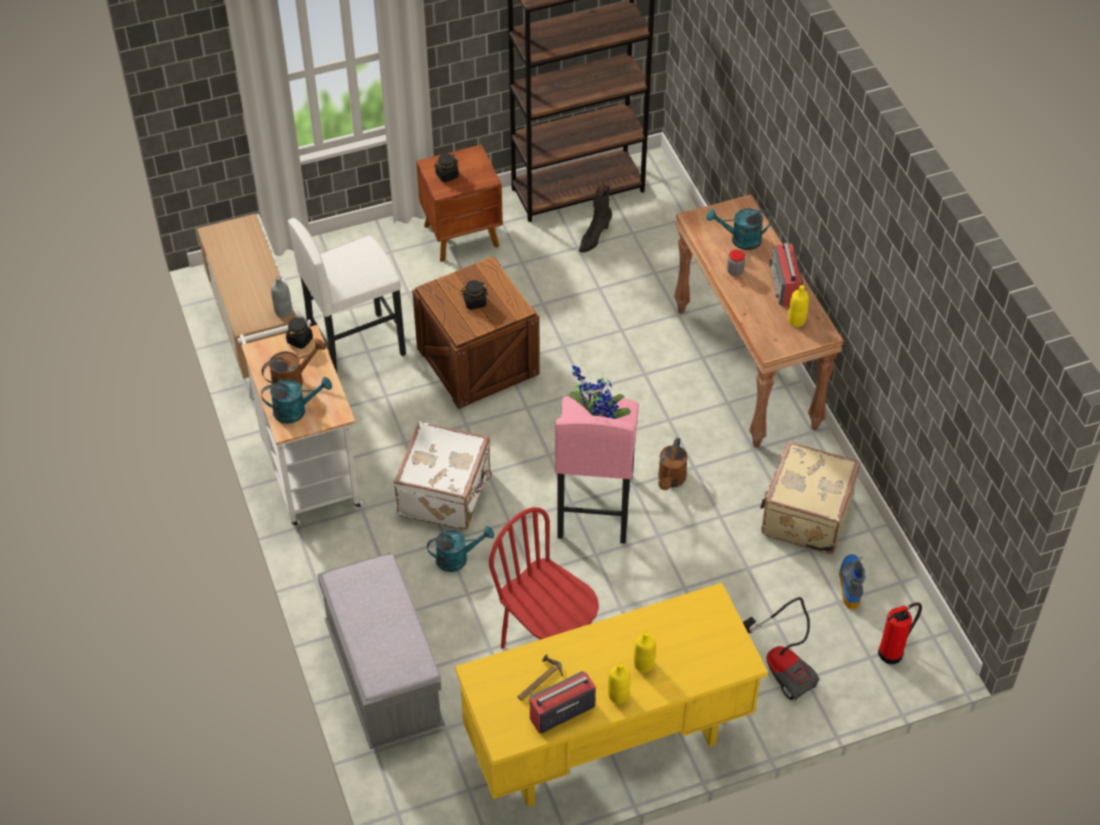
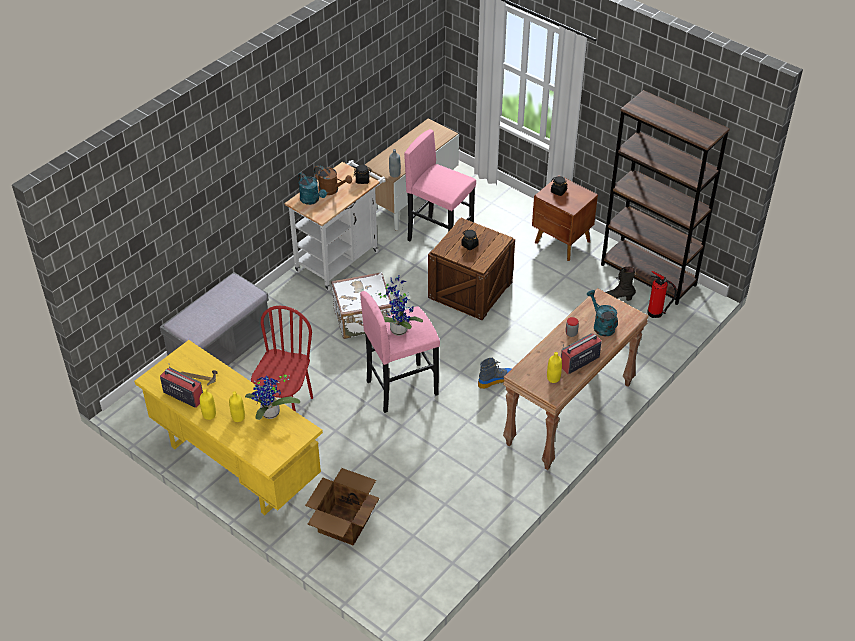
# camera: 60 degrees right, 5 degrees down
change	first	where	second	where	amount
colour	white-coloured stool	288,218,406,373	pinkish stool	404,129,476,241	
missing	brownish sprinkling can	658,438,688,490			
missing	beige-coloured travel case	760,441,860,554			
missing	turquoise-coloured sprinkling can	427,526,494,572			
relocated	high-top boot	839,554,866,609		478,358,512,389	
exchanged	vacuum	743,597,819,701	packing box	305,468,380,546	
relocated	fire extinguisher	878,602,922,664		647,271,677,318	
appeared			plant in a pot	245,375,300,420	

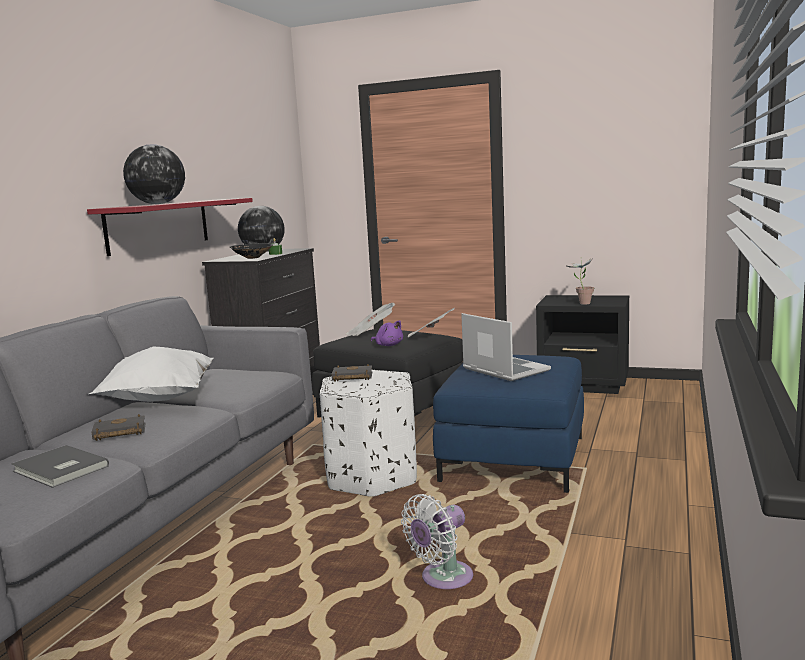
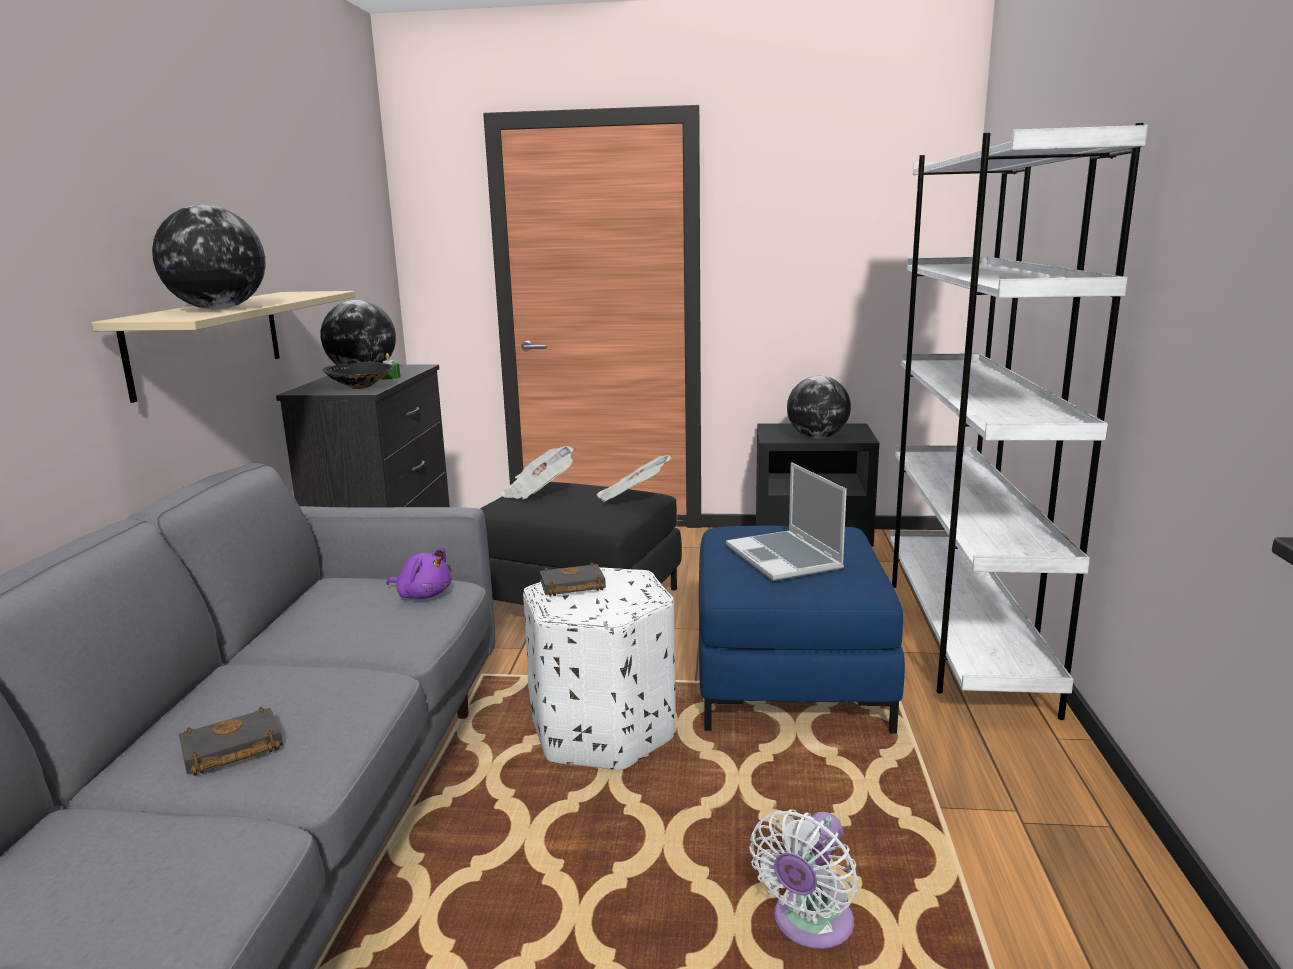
# camera: 15 degrees left, 5 degrees up
change	first	where	second	where	amount
colour	red-coloured shelf	87,198,253,256	beige-coloured shelf	92,291,355,403	
exchanged	plant in a pot	565,257,594,305	world globe	787,376,851,439	
spun	portable computer	461,313,551,381		726,462,847,581	150 degrees counterclockwise
relocated	purple soft toy	371,320,403,346		387,548,451,599	
missing	white-coloured cushion	89,347,213,402			
missing	grey book	12,445,109,488			
appeared			white-coloured bookshelf	890,123,1148,720	

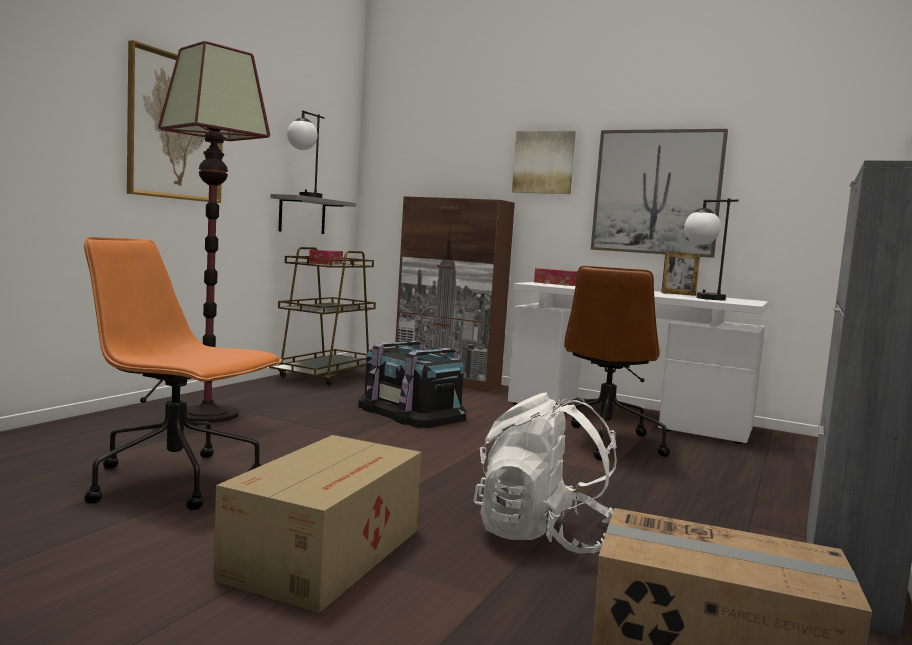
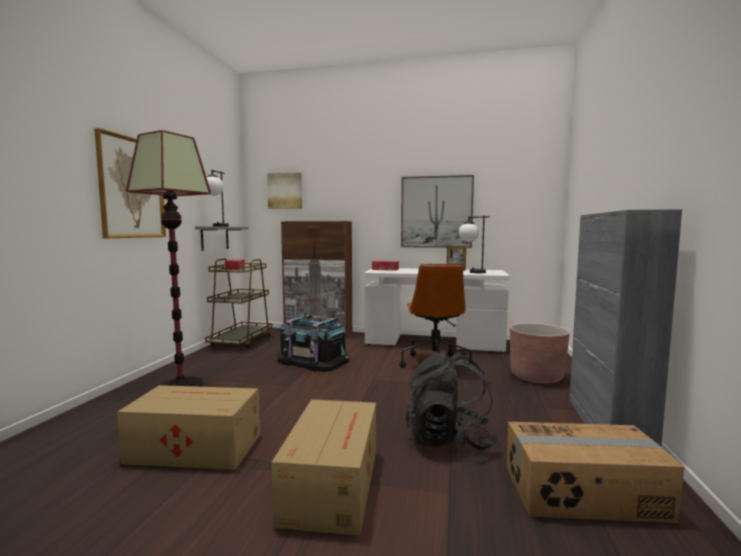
# camera: 15 degrees left, 0 degrees up
change	first	where	second	where	amount
relocated	picture	512,131,576,194		267,172,302,209	
exchanged	orangey desk chair	84,237,282,510	packing box	117,385,260,470	
colour	white-coloured knapsack	474,393,617,554	blackish knapsack	406,353,498,450	
appeared			brownish plant pot	510,323,570,384	

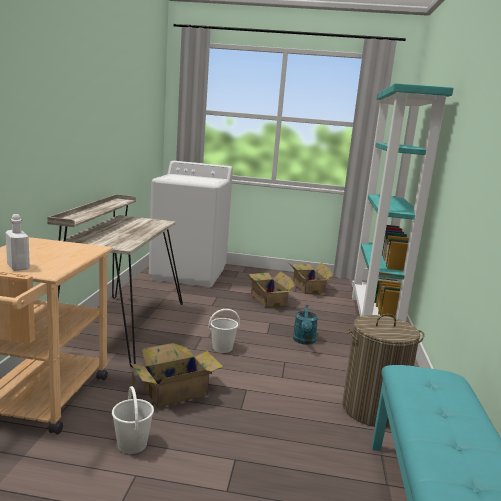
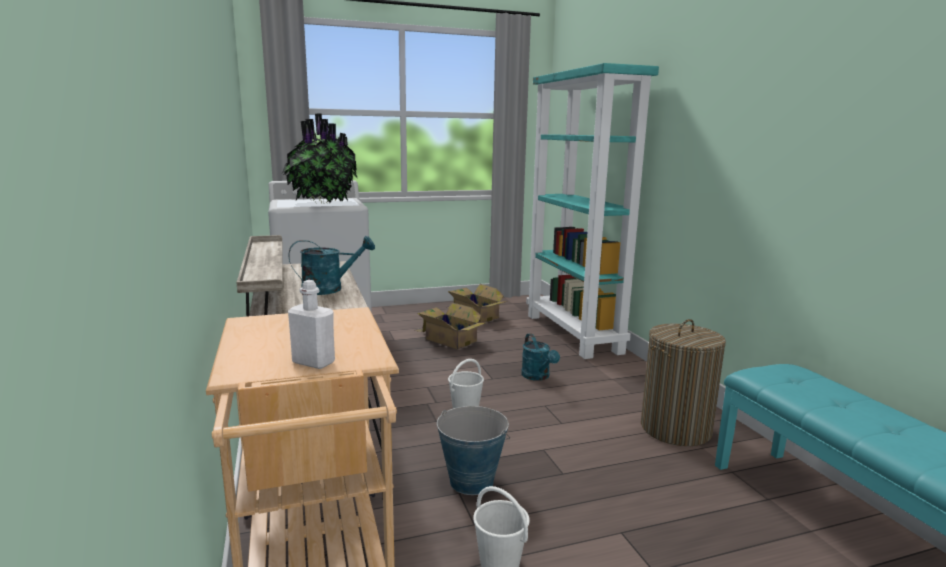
# camera: 25 degrees left, 0 degrees up
change	first	where	second	where	amount
exchanged	packing box	114,343,223,407	water bucket	437,406,510,495	
appeared			plant in a pot	282,113,357,203	
appeared			turquoise-coloured sprinkling can	289,236,375,295	

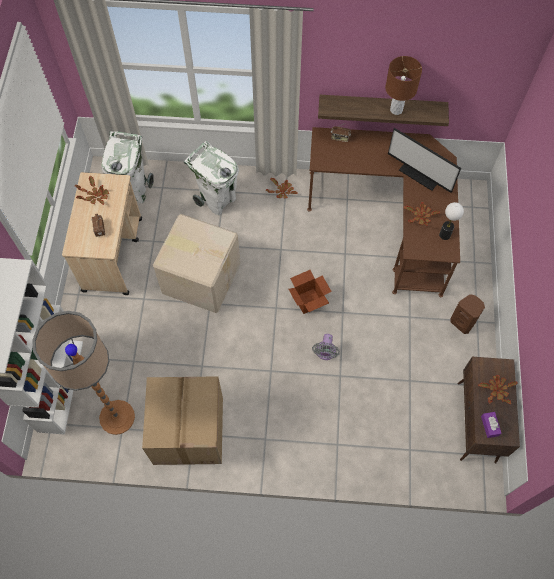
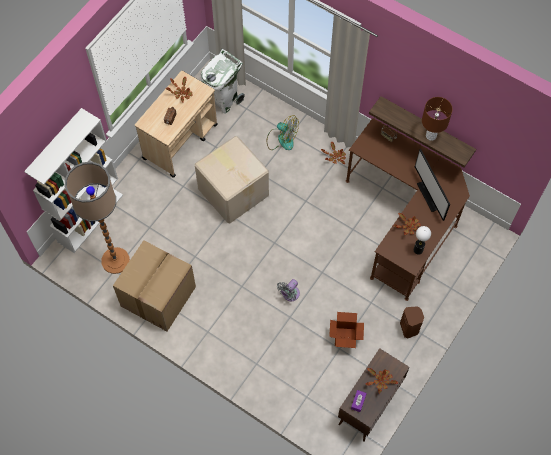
# camera: 30 degrees right, 0 degrees up
change	first	where	second	where	amount
exchanged	white-coloured rubbish bin	184,141,239,215	fan	266,115,299,150	
relocated	packing box	289,270,332,314		329,312,364,348	

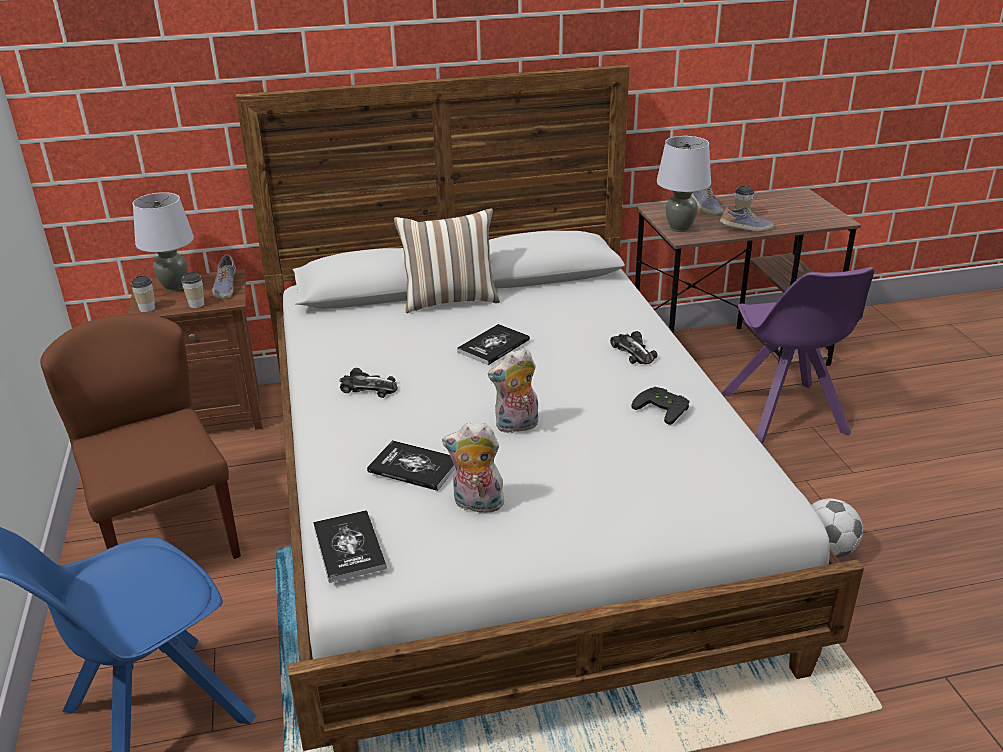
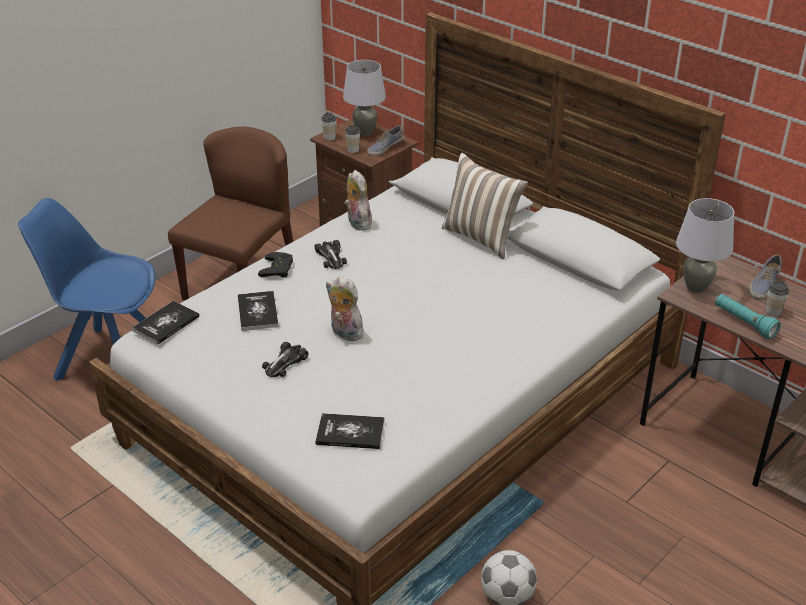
# camera: 55 degrees right, 5 degrees up
change	first	where	second	where	amount
exchanged	item of footwear	720,207,774,232	turquoise-coloured flashlight	715,294,781,339	
missing	purple upright chair	722,267,874,444			
relocated	book	457,324,530,365		315,413,384,449	
relocated	model car	610,331,657,364		262,342,308,377	
relocated	blackish joypad	631,387,690,425		258,252,293,277	
relocated	soft toy	442,423,504,513		344,170,372,230	

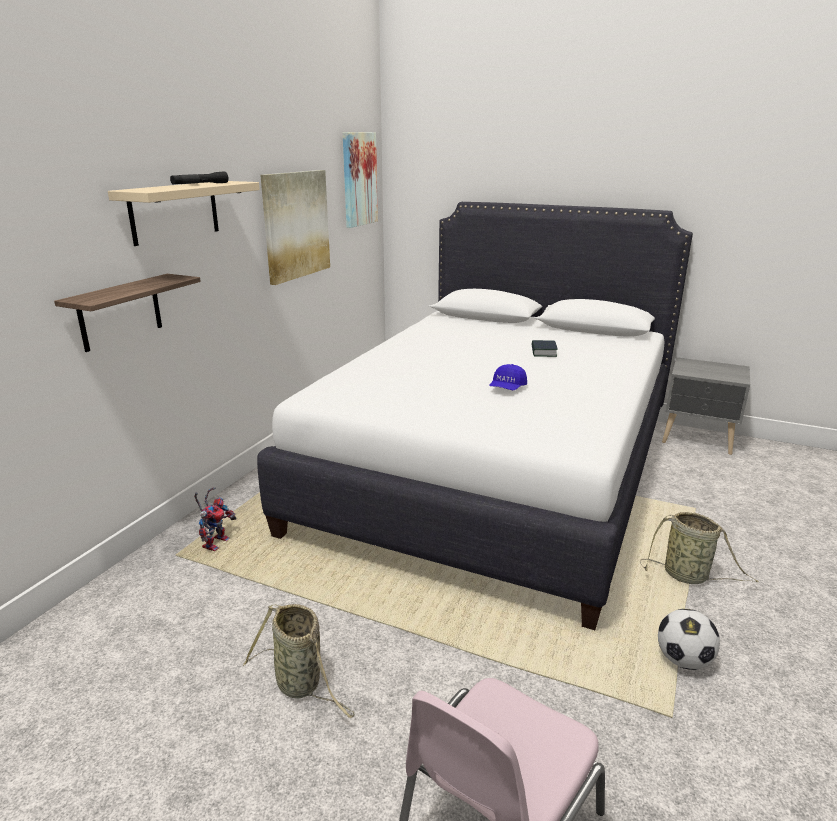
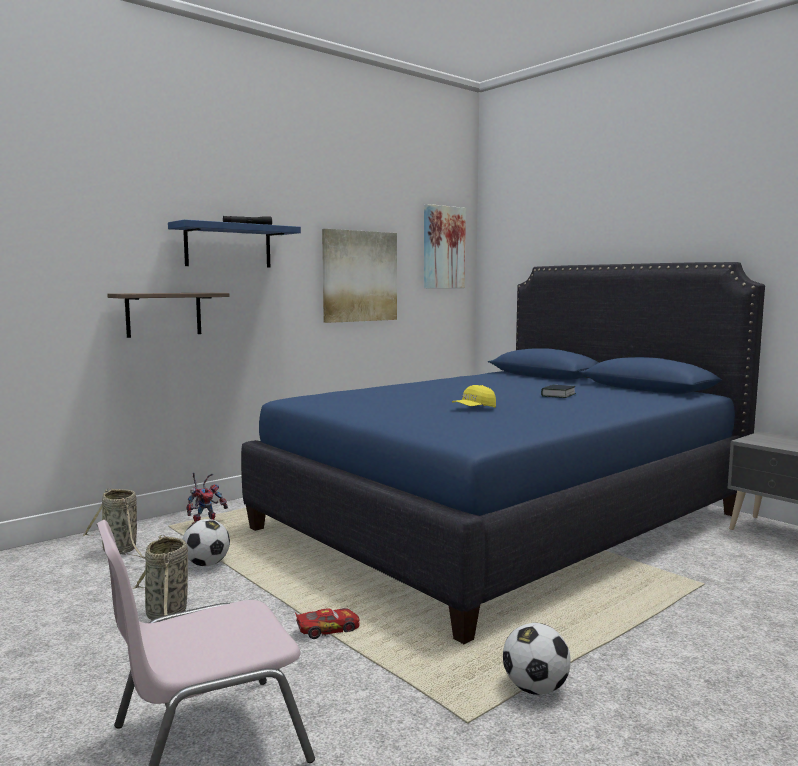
# camera: 25 degrees right, 15 degrees down
change	first	where	second	where	amount
colour	beige-coloured shelf	108,181,260,246	bluish shelf	168,219,301,268	
colour	white-coloured bed	257,202,693,630	bluish bed	241,262,765,644	
colour	bluish cap	489,364,527,390	yellowish cap	452,385,496,408	
relocated	storage basket	640,512,759,584		83,488,145,559	
appeared			football ball	182,519,230,566	
appeared			model car	295,608,360,639	

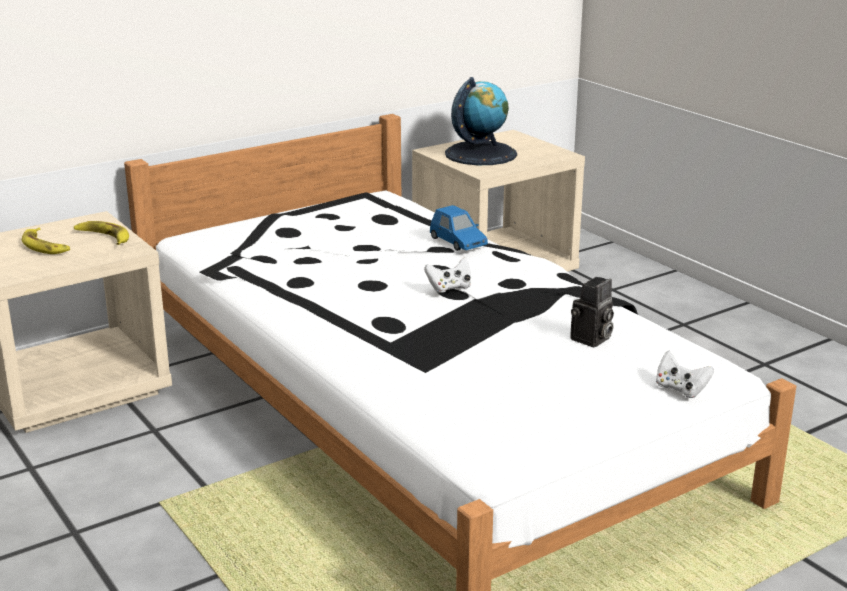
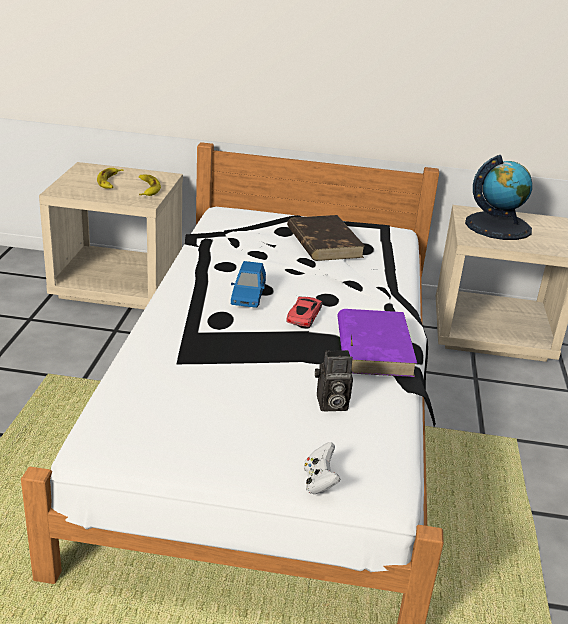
# camera: 40 degrees right, 5 degrees up
change	first	where	second	where	amount
relocated	bluish model car	430,205,488,251		231,261,266,308	
exchanged	white-coloured joypad	424,258,471,293	red-coloured model car	286,297,322,327	
appeared			brownish book	287,215,365,261	
appeared			purple book	337,309,417,377	

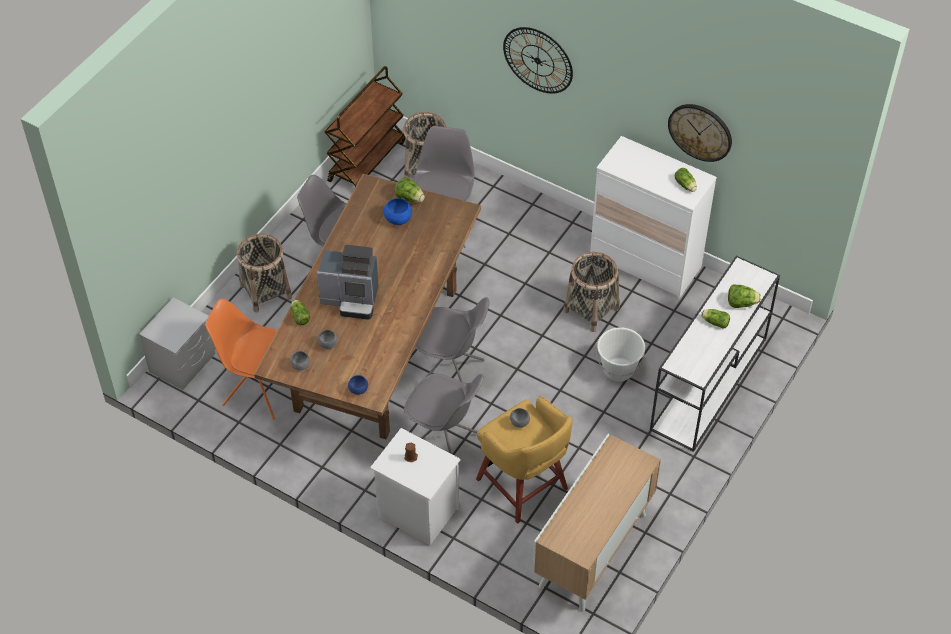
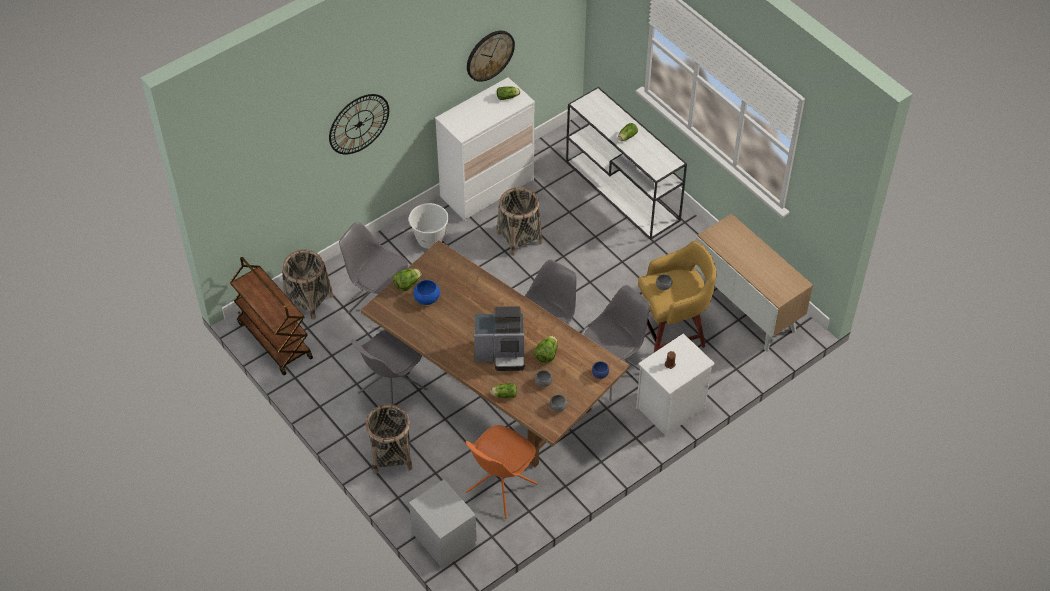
# camera: 70 degrees left, 0 degrees up
change	first	where	second	where	amount
spun	coffee machine	317,245,379,320		474,306,524,371	60 degrees clockwise
relocated	head of lettuce	728,284,761,308		534,336,557,363	
relocated	white-coloured water bucket	596,327,645,382		409,203,449,249	

